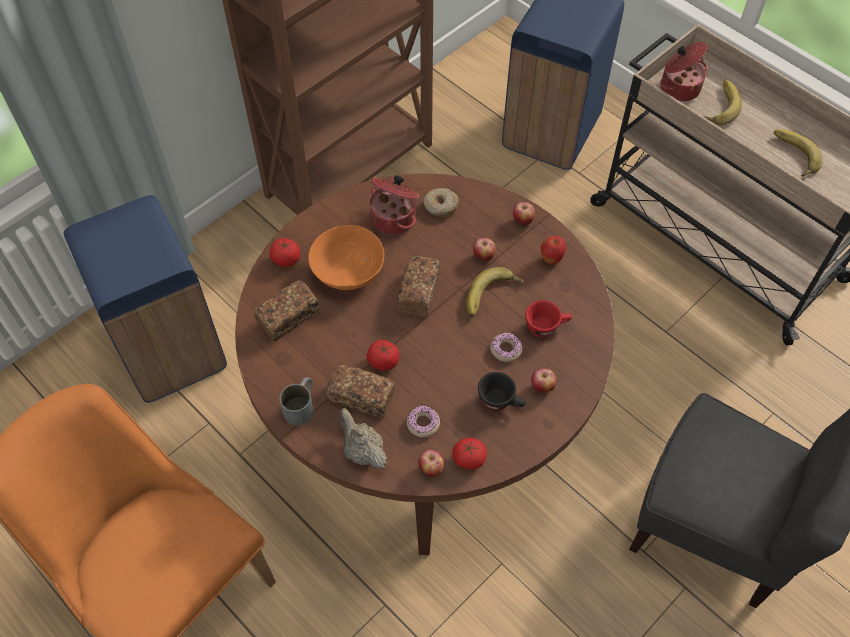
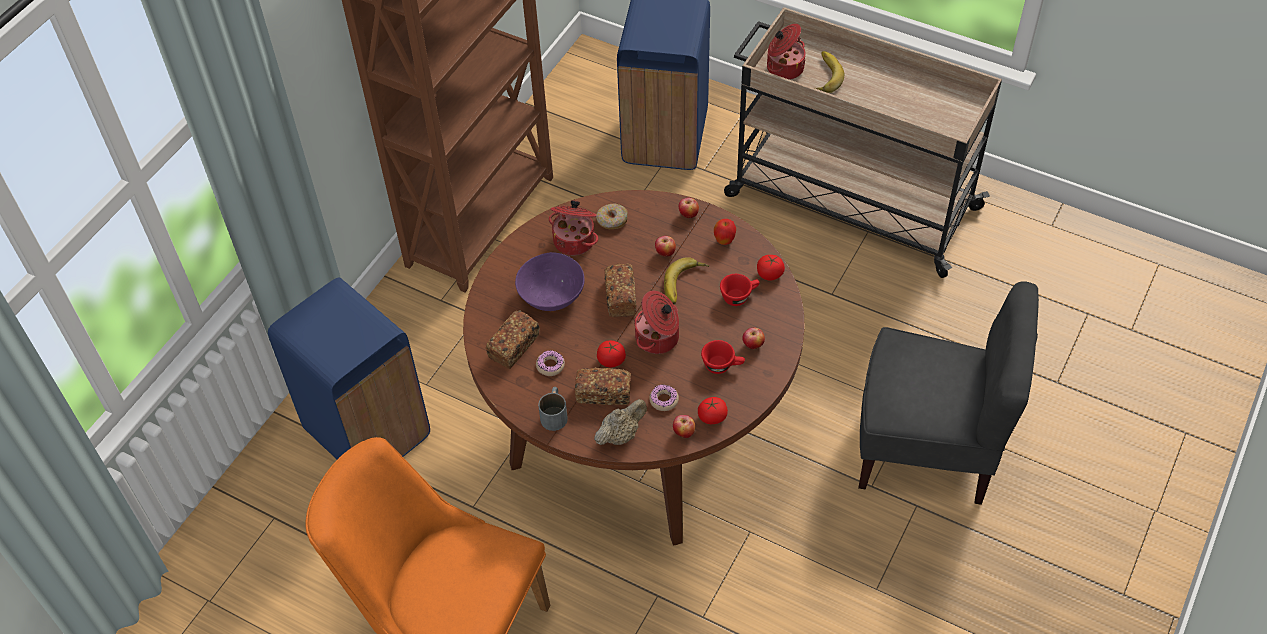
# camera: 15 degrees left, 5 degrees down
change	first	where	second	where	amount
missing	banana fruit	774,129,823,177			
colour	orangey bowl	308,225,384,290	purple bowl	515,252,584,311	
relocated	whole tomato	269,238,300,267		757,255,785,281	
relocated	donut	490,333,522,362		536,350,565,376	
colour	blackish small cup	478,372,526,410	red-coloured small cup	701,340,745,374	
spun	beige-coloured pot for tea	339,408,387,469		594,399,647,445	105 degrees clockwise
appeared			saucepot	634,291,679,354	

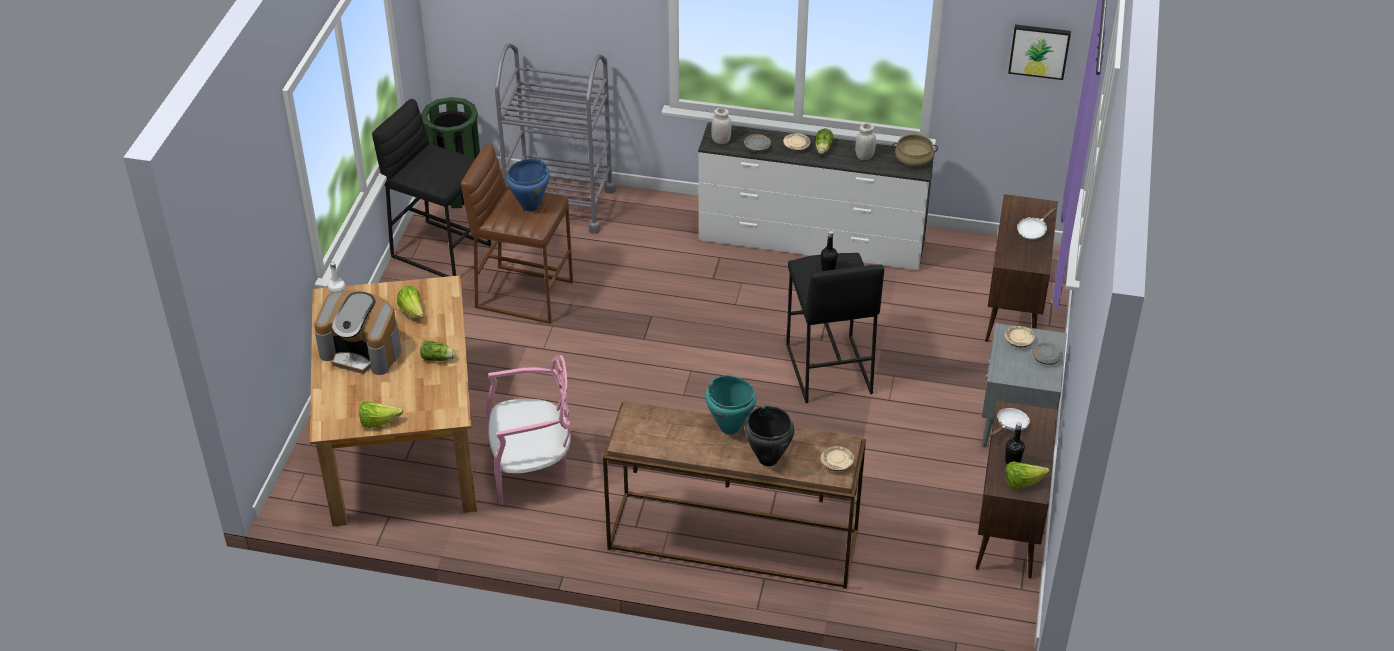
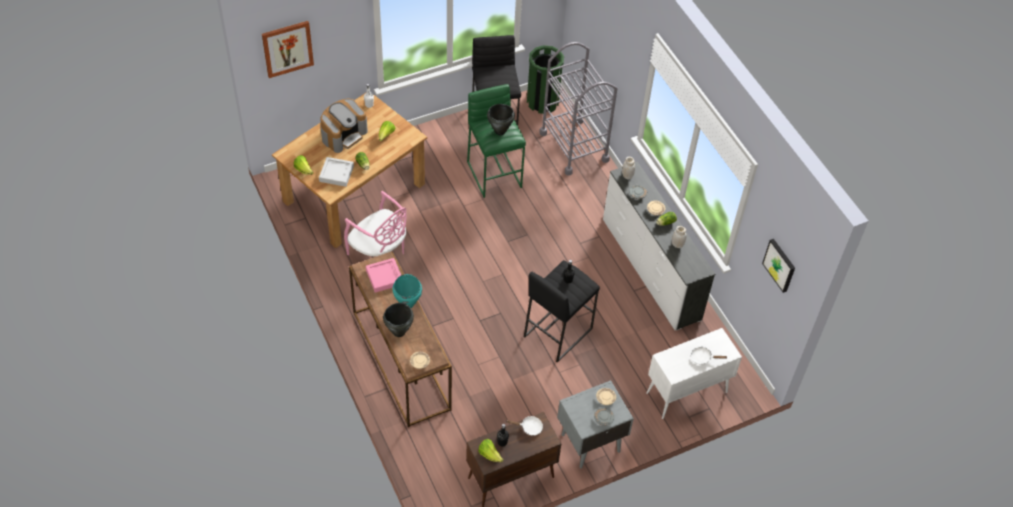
# camera: 50 degrees right, 10 degrees up
change	first	where	second	where	amount
missing	beige-coloured saucepot	892,134,938,166			
colour	brownish stool	461,143,573,324	greenish stool	467,84,526,198	
colour	bluish saucepot	506,158,550,212	blackish saucepot	487,104,515,135	
colour	brownish cabinet	985,194,1058,342	white-coloured cabinet	646,328,742,419	
spun	coffee machine	314,290,401,375		320,98,368,153	120 degrees counterclockwise
appeared			picture	262,21,314,78	
appeared			grey carrying tray	319,157,354,187	
appeared			pinkish carrying tray	366,258,401,293	

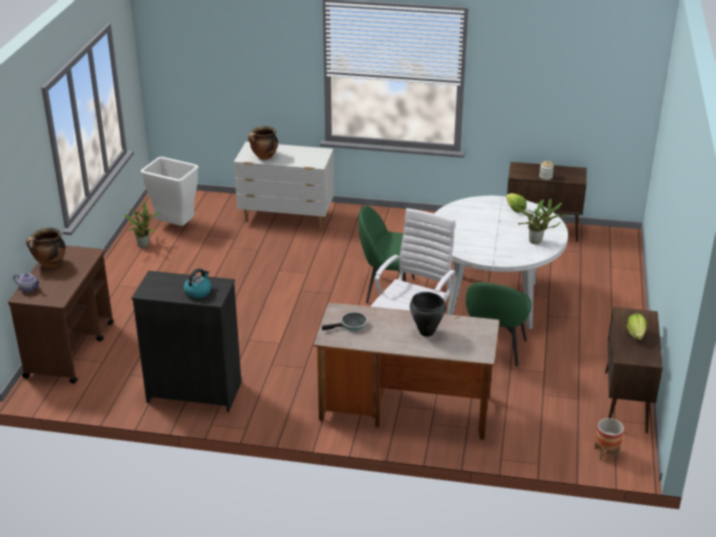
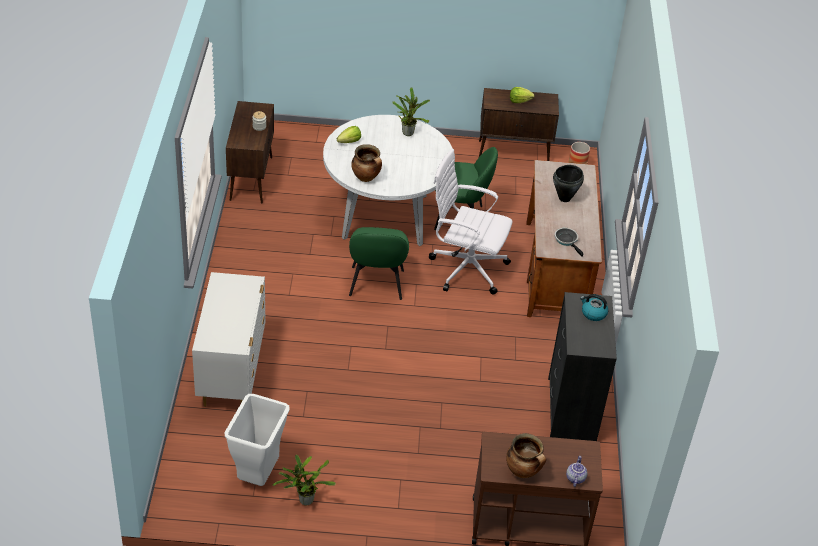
# camera: 100 degrees left, 10 degrees up
change	first	where	second	where	amount
relocated	saucepot	248,126,278,160		351,144,382,182	

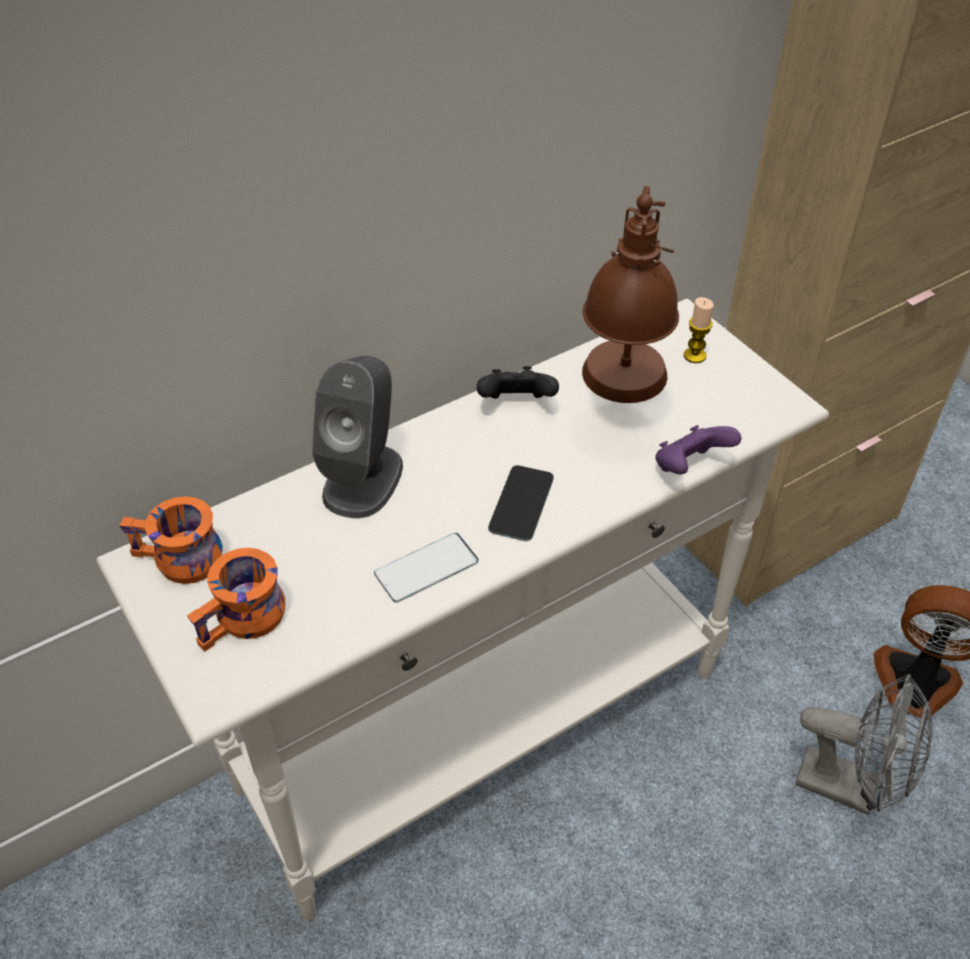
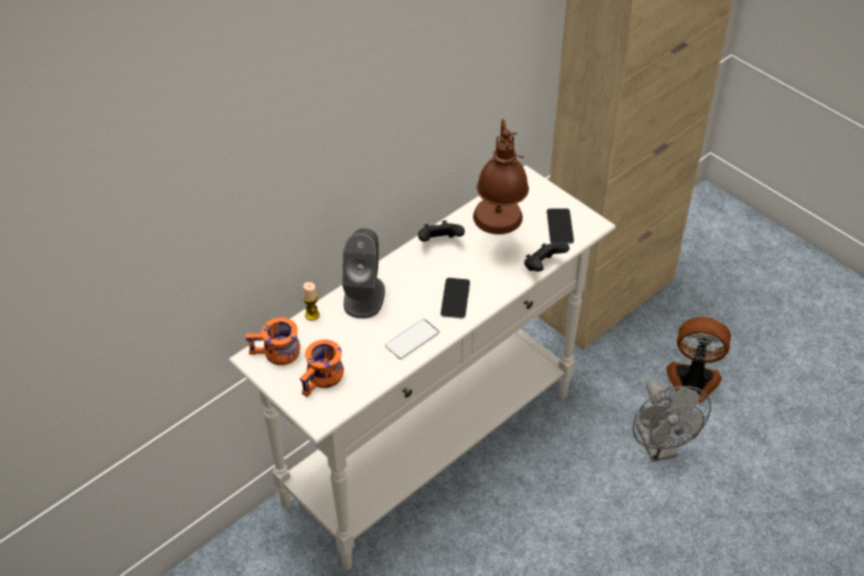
# camera: 10 degrees left, 0 degrees up
change	first	where	second	where	amount
relocated	wax light	684,297,714,363		303,282,320,321	
colour	purple joypad	655,425,741,474	blackish joypad	524,242,570,272	
spun	grey fan	795,674,933,815		633,380,711,462	60 degrees clockwise
appeared			phone	547,208,574,244	

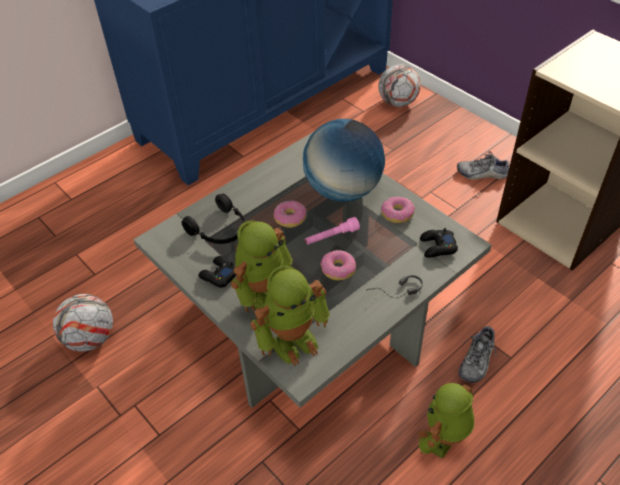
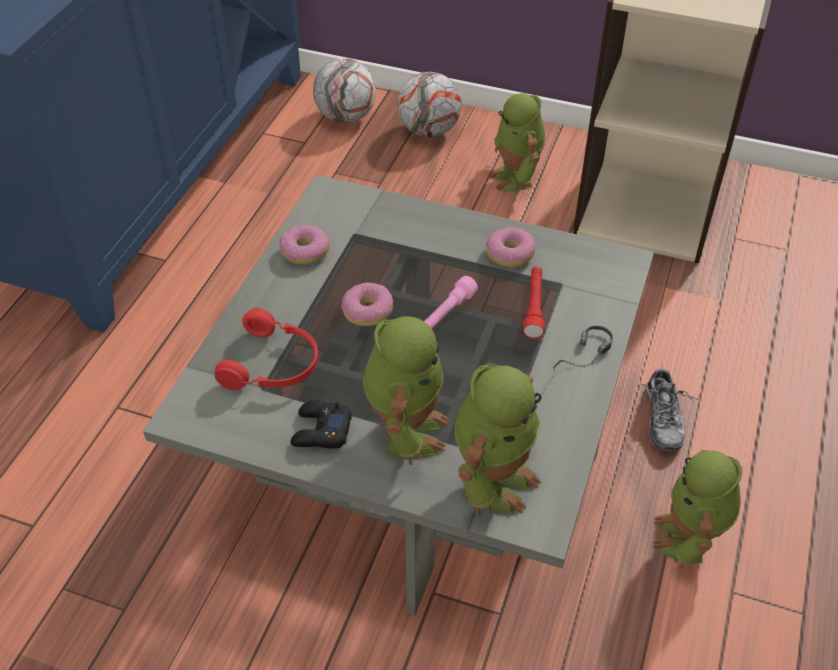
# camera: 30 degrees left, 0 degrees up
change	first	where	second	where	amount
missing	world globe	303,119,385,202			
exchanged	item of footwear	457,151,509,180	model robot	488,93,545,192	
colour	blackish pair of headphones	182,194,245,244	red-coloured pair of headphones	215,308,318,390	
missing	blackish joypad	420,228,458,258			
relocated	donut	320,250,356,280		279,225,330,265	
relocated	football ball	53,294,113,352		397,72,461,137	
appeared			red-coloured flashlight	523,267,545,339	

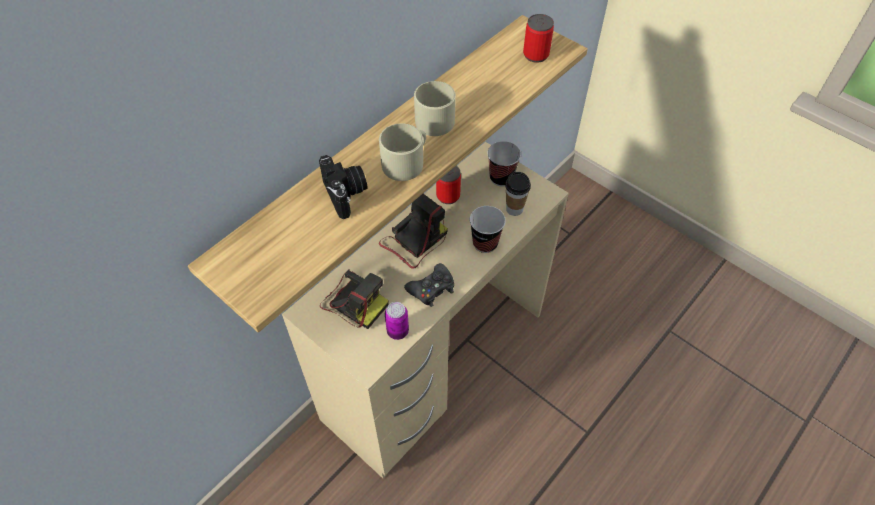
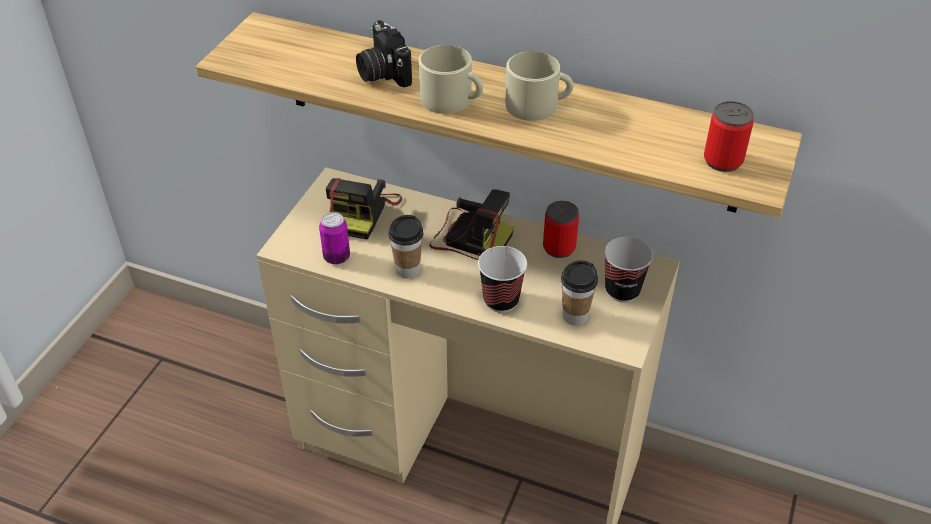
# camera: 70 degrees right, 10 degrees down
change	first	where	second	where	amount
spun	photo camera	319,155,367,219		356,20,412,88	105 degrees clockwise
exchanged	blackish joypad	404,263,454,307	small cup	388,215,423,278	

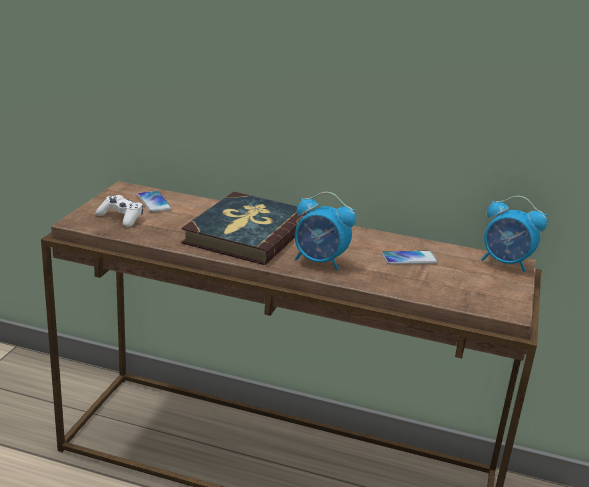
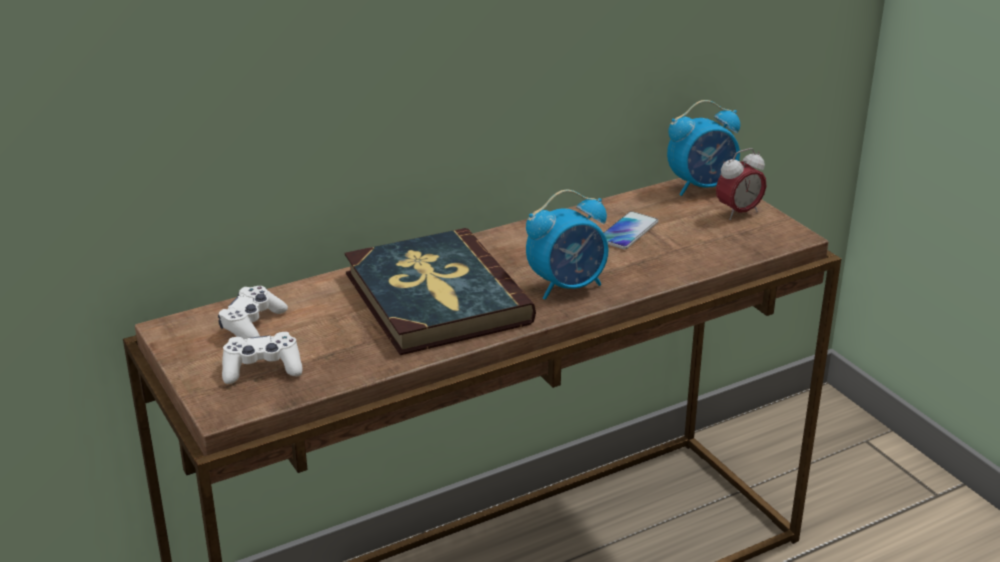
# camera: 45 degrees left, 5 degrees up
change	first	where	second	where	amount
exchanged	phone	137,191,172,213	white-coloured joypad	218,286,288,339	
appeared			alarm clock	716,148,766,220	

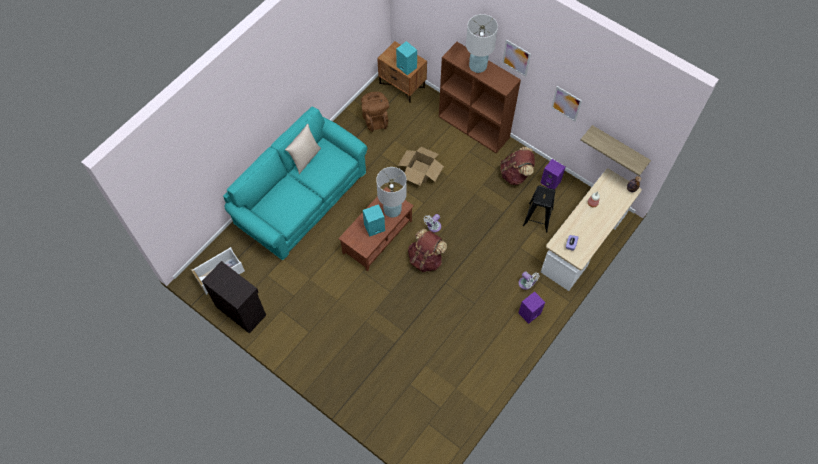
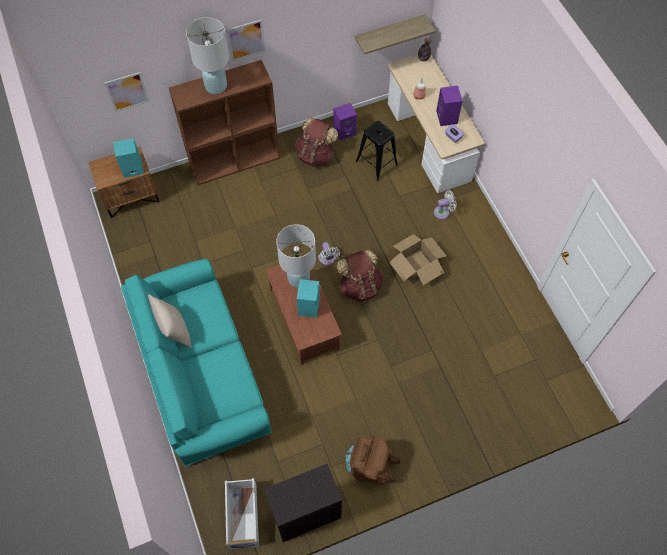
# camera: 60 degrees left, 0 degrees up
change	first	where	second	where	amount
relocated	picture	551,86,582,122		104,72,150,112	
relocated	brownish knapsack	361,92,389,132		345,436,400,485	
relocated	packing box	398,147,444,186		389,234,447,285	
relocated	purple speaker	518,292,545,324		436,86,463,126	

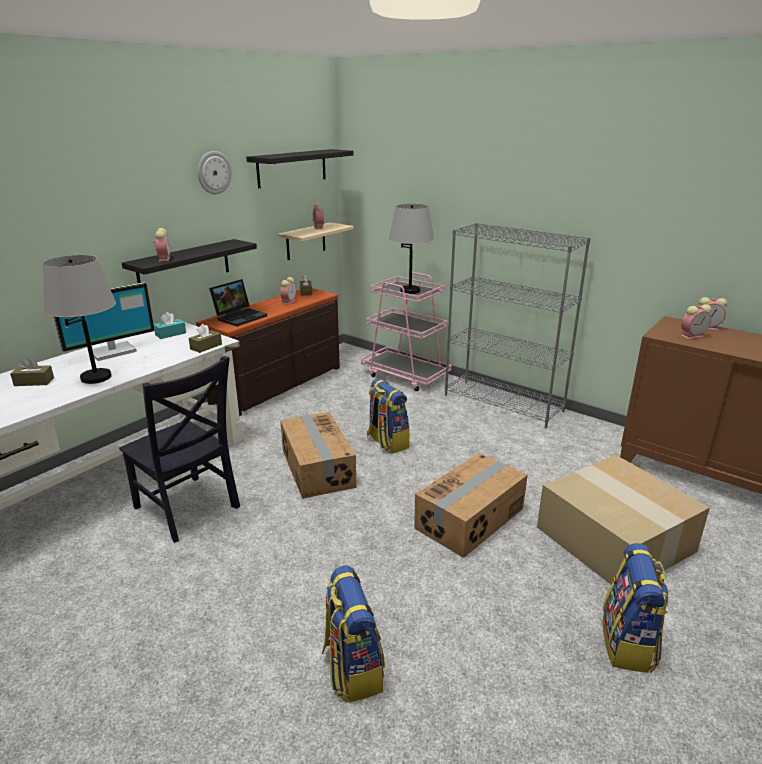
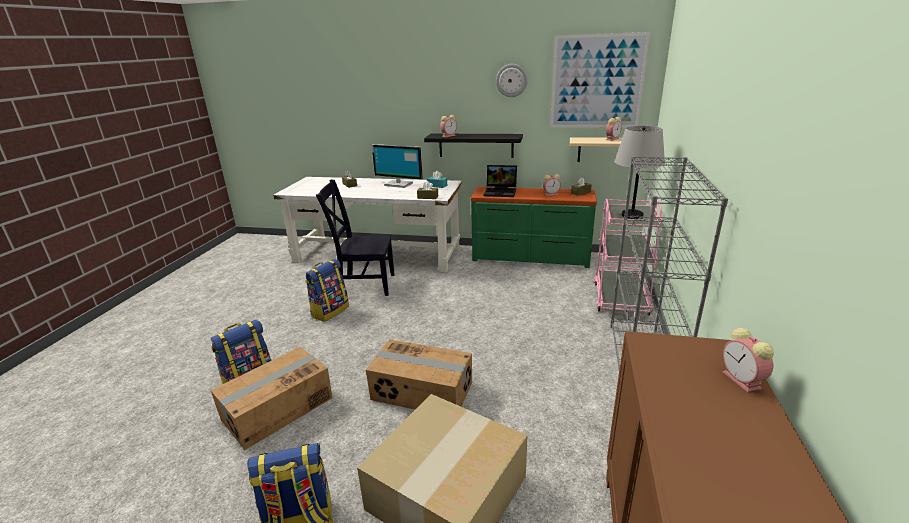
# camera: 65 degrees right, 0 degrees up
change	first	where	second	where	amount
exchanged	blackish shelf	246,149,353,188	picture	550,32,650,128	
missing	grey lamp for a table	43,255,116,384			
colour	brownish dresser	196,288,340,416	greenish dresser	471,187,597,268	
missing	alarm clock	681,304,712,340			
spun	blackish upright chair	119,356,240,543		316,180,395,296	75 degrees clockwise
relocated	knapsack	367,378,410,454		305,259,349,322	
relocated	packing box	280,412,356,499		210,347,333,450	

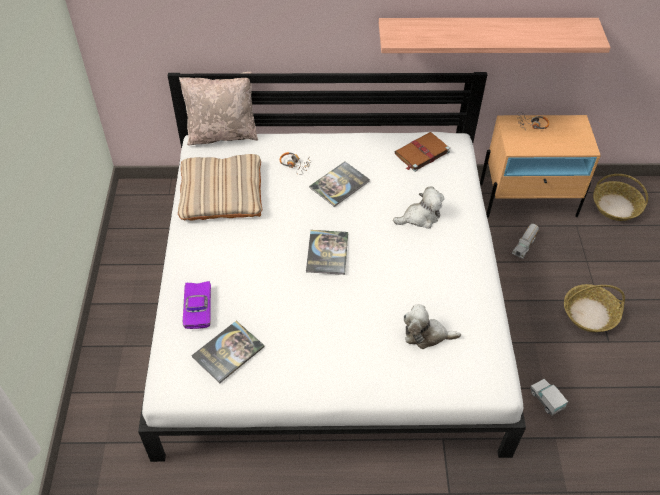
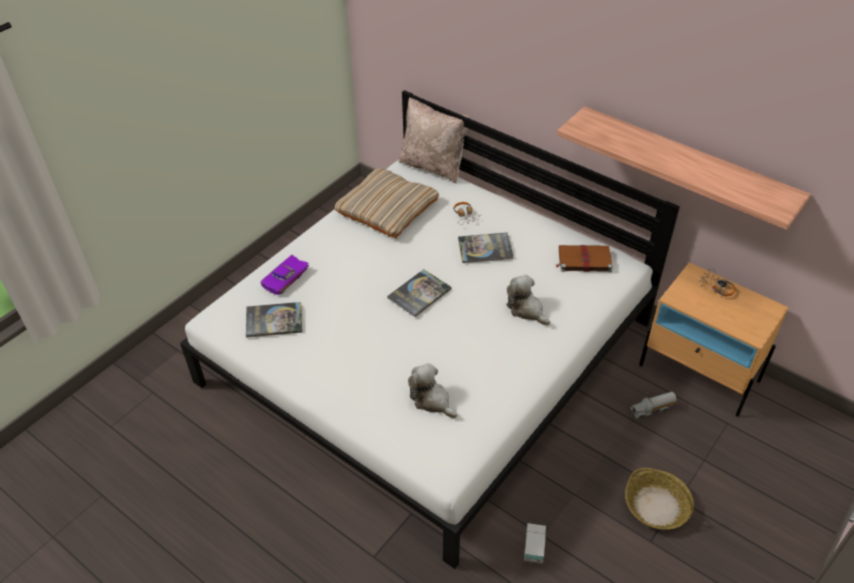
# camera: 40 degrees right, 5 degrees down
change	first	where	second	where	amount
missing	storage basket	593,174,648,221			
spun	soft toy	393,187,445,229		506,275,550,325	150 degrees counterclockwise

